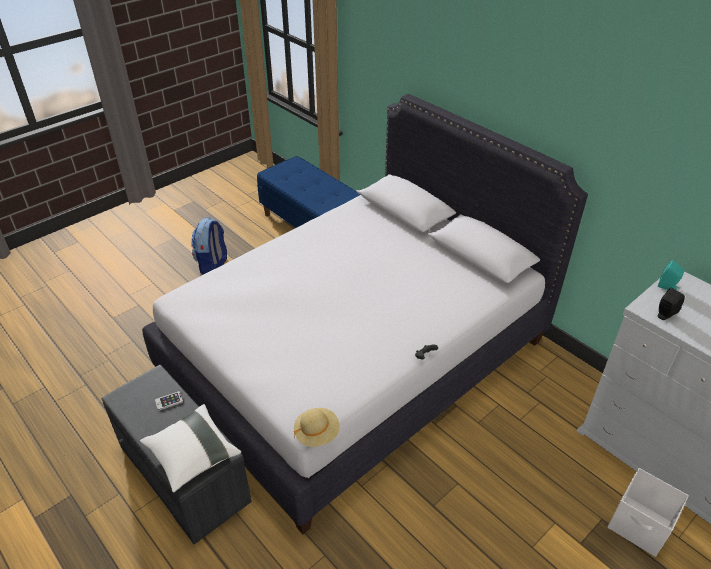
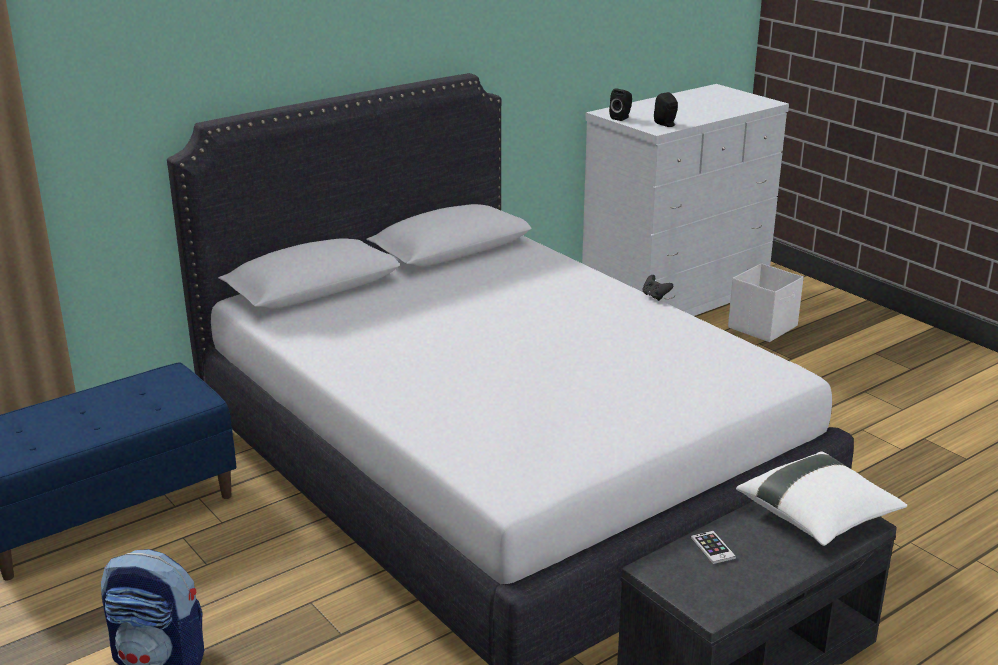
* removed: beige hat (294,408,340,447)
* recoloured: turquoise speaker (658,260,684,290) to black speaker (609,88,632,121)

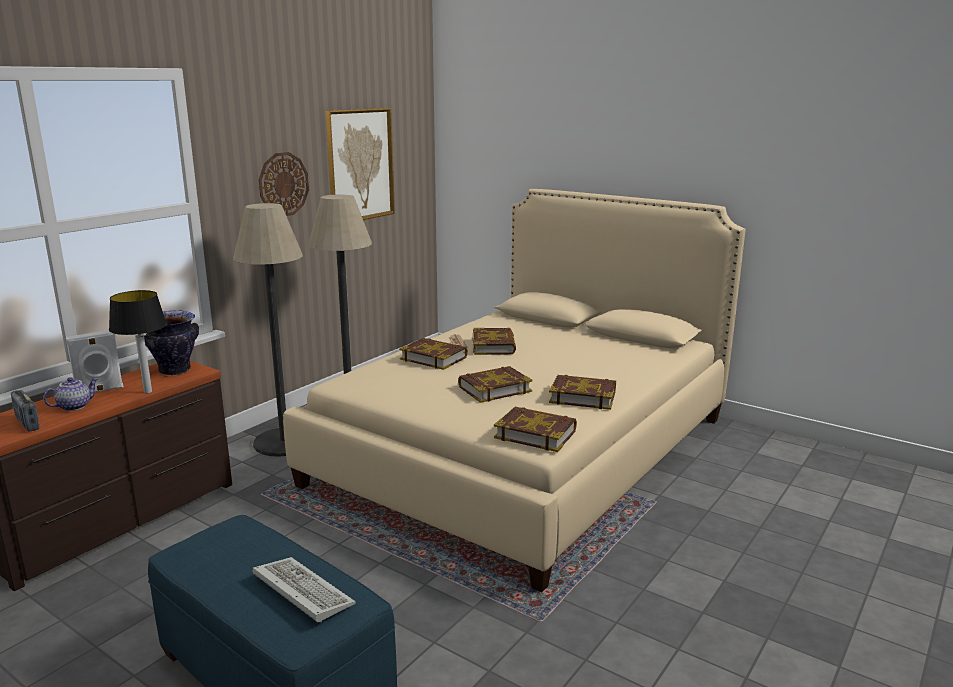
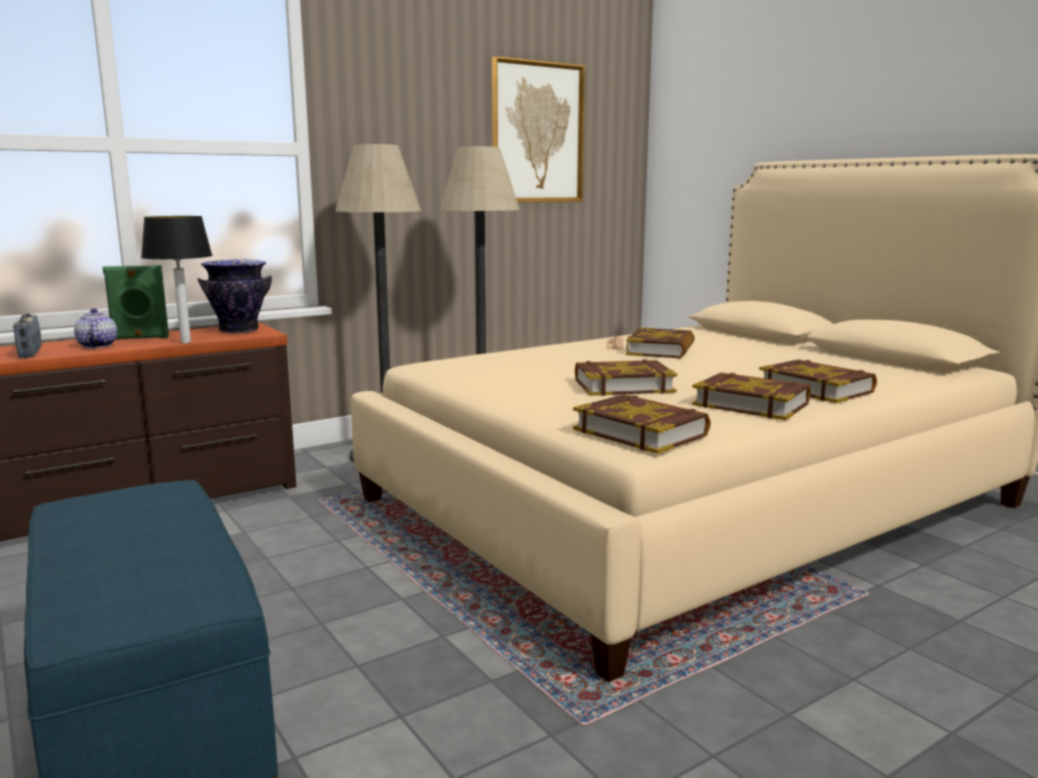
* removed: keyboard (252,557,356,622)
* removed: wall clock (259,152,309,216)
* moved: book (399,338,468,370) to (759,359,877,403)
* recoloured: white speaker (66,330,124,392) to green speaker (103,265,169,340)
* turned: teapot (43,377,98,411) = (74,308,117,348) 90 degrees counterclockwise

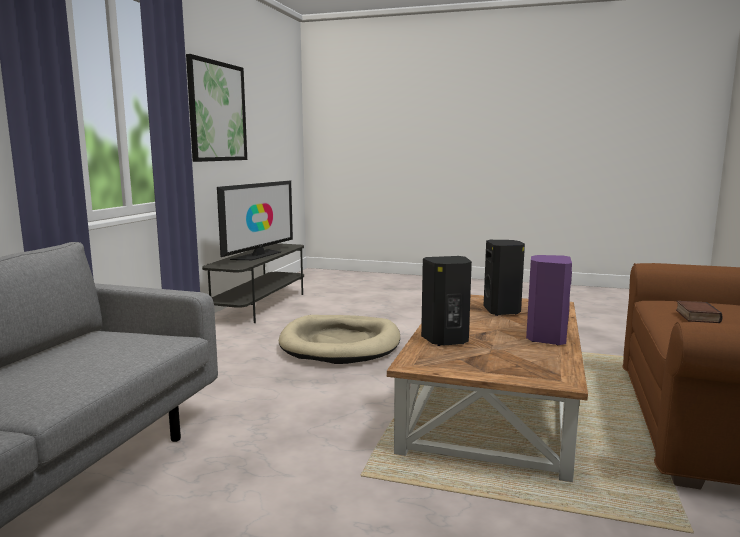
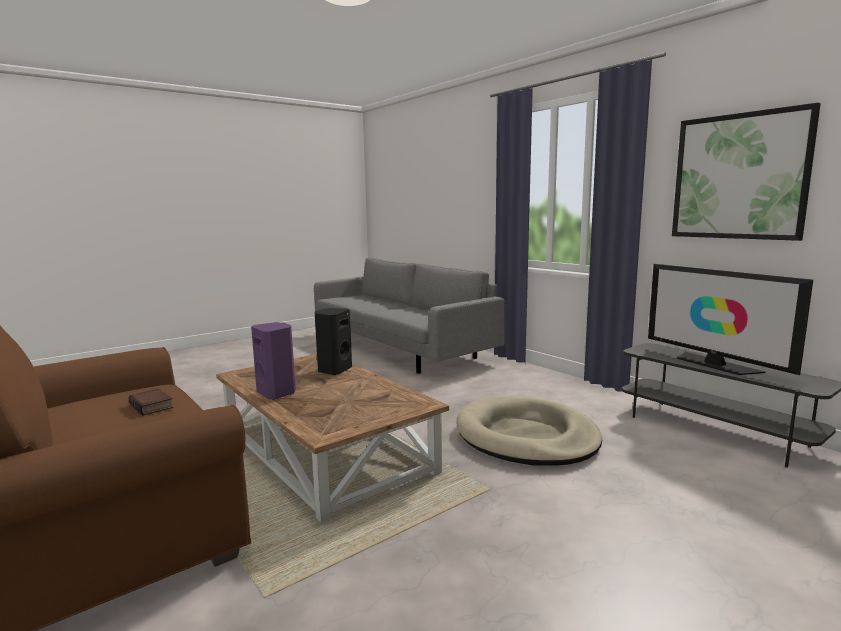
* removed: black speaker (483,240,525,316)

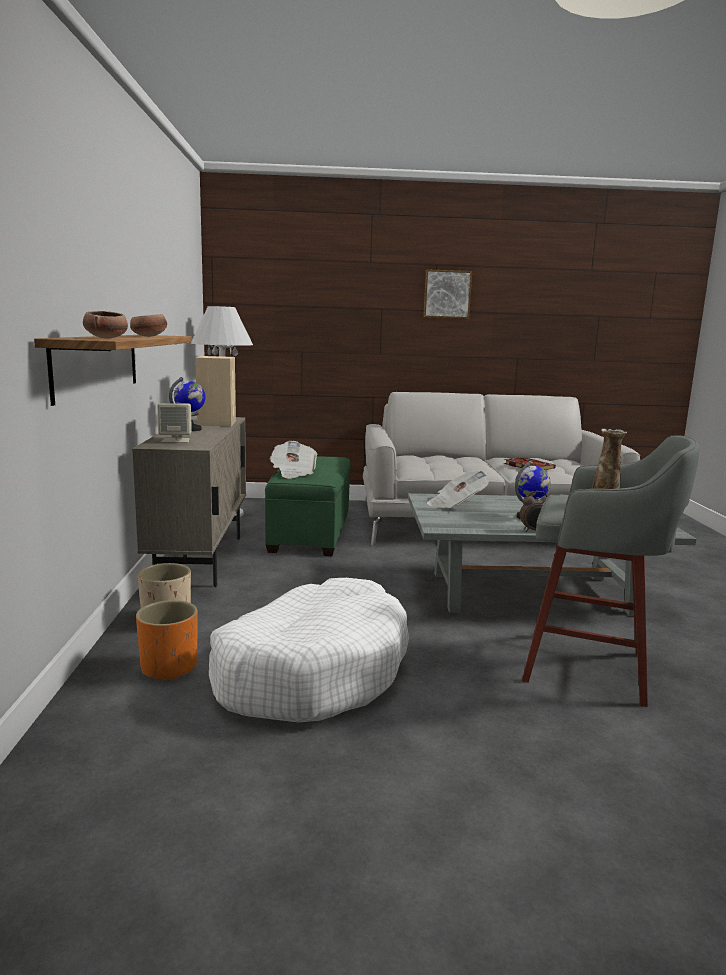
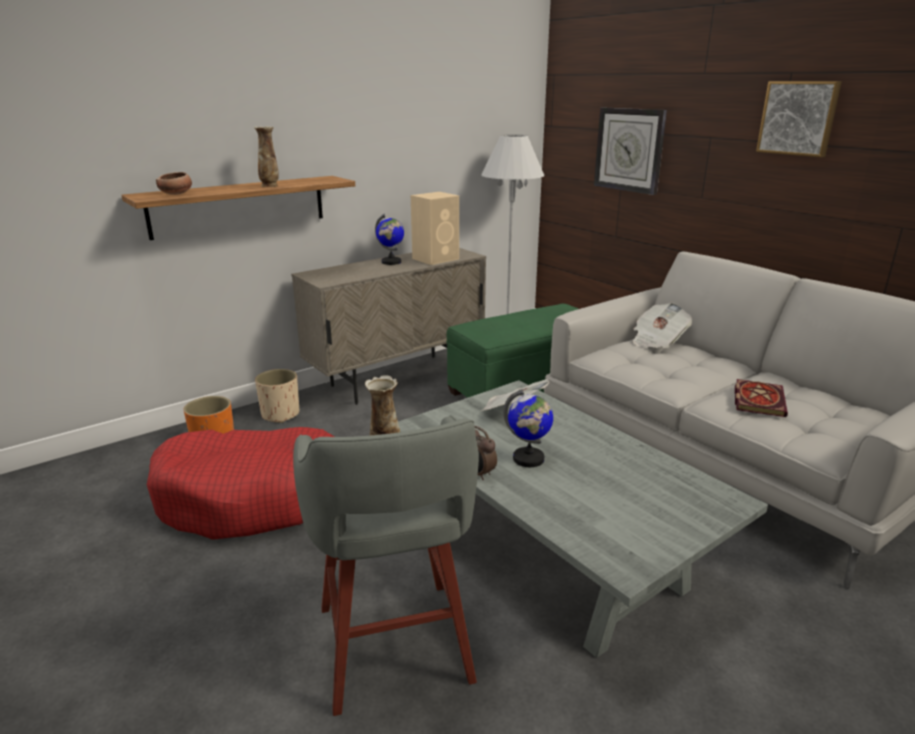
* removed: beige speaker (157,403,192,443)
* added: wall clock (594,107,667,195)
* moved: newspaper (270,441,317,479) to (633,303,692,348)
* replaced: bowl (130,314,167,337) to vase (254,126,279,187)
* recoloured: white dog bed (209,578,409,722) to red dog bed (147,427,334,540)

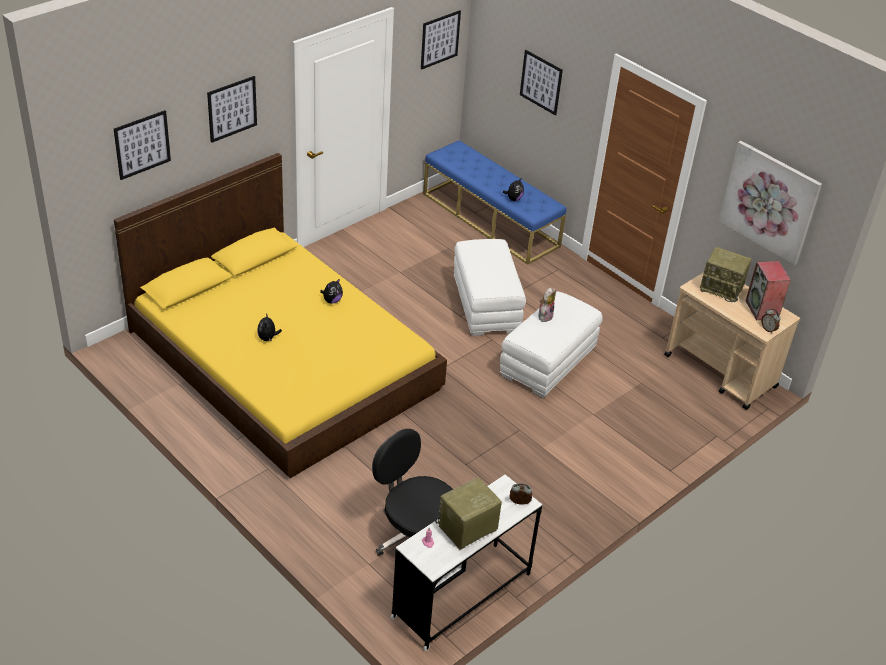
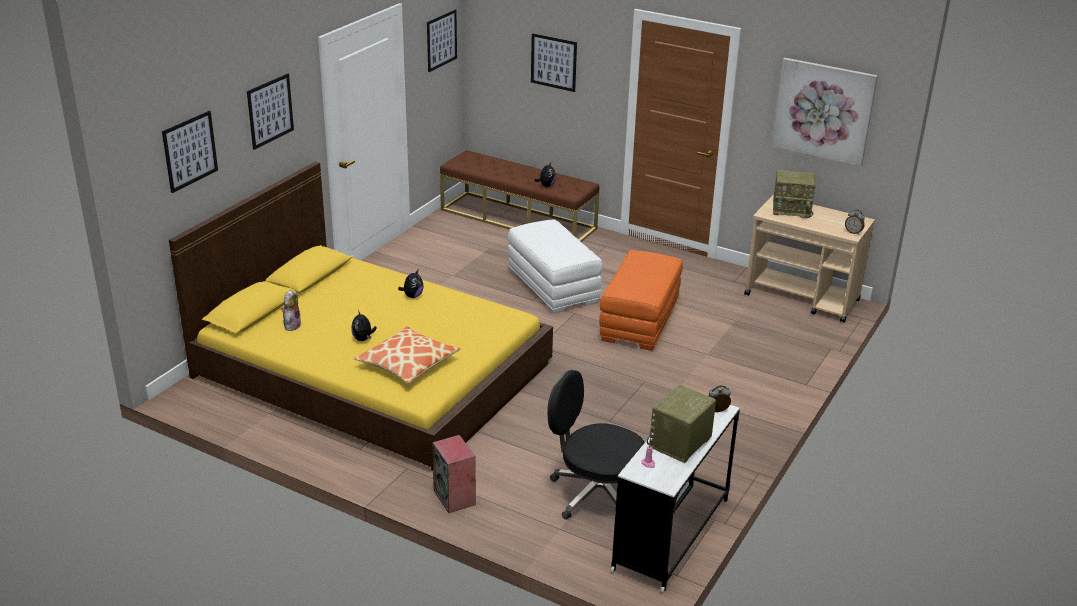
* added: pillow (354,326,460,384)
* moved: plush toy (538,288,556,322) to (281,289,301,331)
* moved: speaker (745,261,791,320) to (432,435,476,513)
* recoloured: blue bench (423,140,567,265) to brown bench (440,150,599,242)
* recoloured: white ottoman (500,291,603,398) to orange ottoman (599,250,683,351)

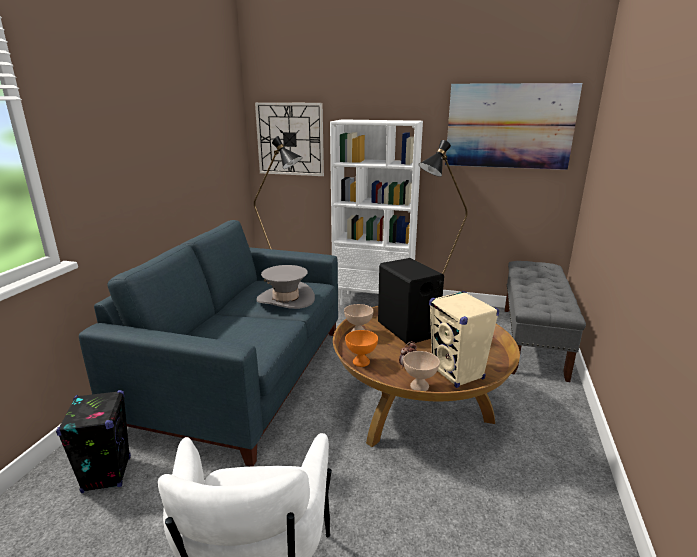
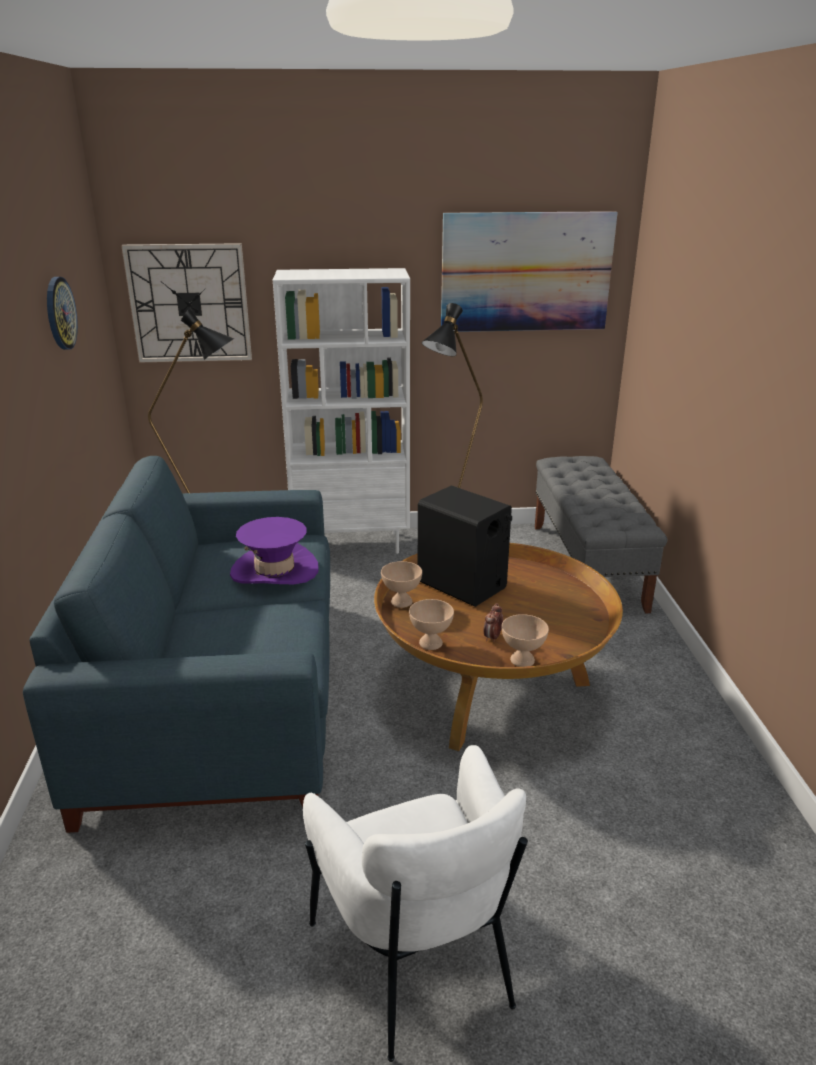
* removed: black speaker (56,390,131,493)
* removed: beige speaker (429,291,499,388)
* added: wall clock (47,277,78,350)
* recoloured: grey hat (256,265,315,309) to purple hat (230,517,319,584)
* recoloured: orange bowl (345,330,378,367) to beige bowl (409,599,454,650)

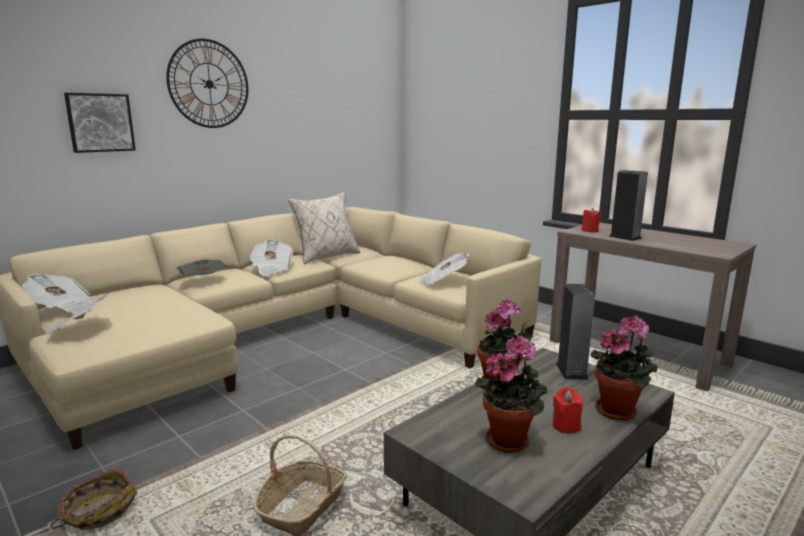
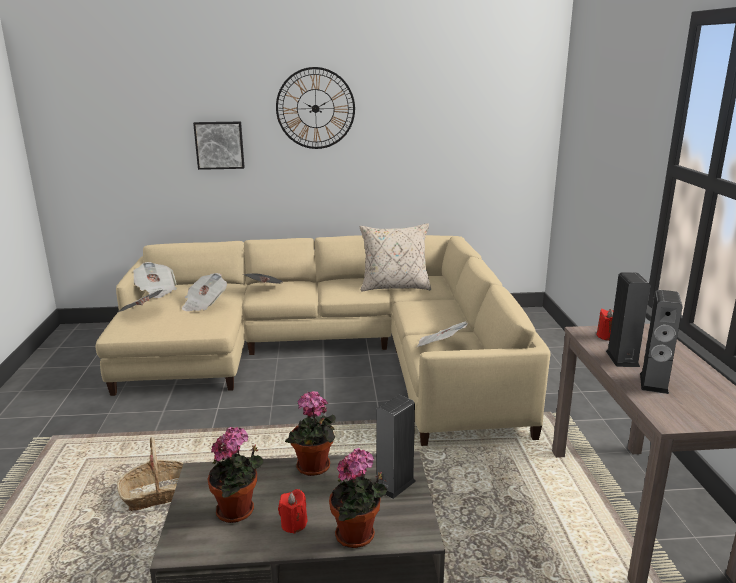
* removed: basket (50,469,138,530)
* added: speaker (640,290,683,394)
* moved: newspaper (249,240,293,276) to (182,273,227,311)

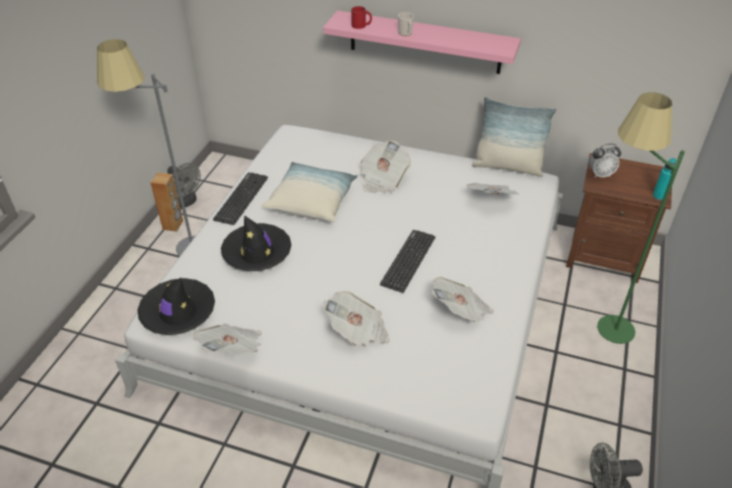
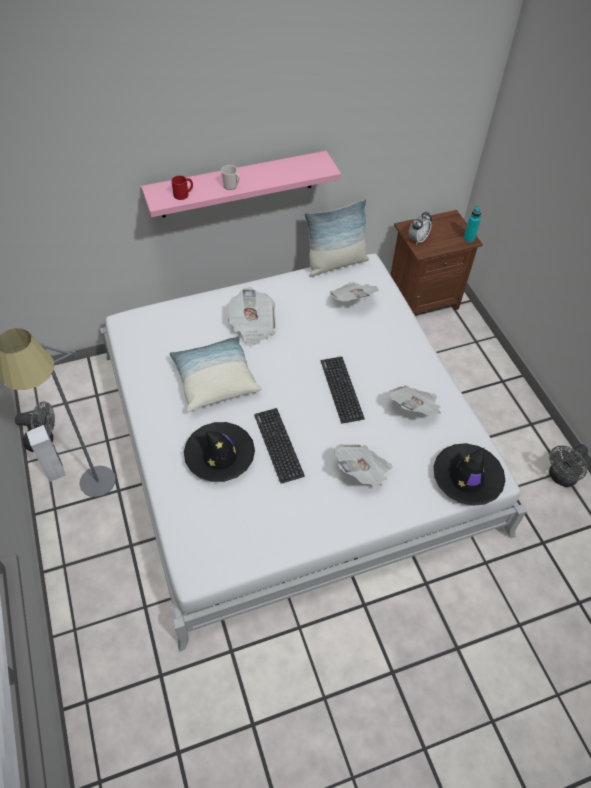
* removed: newspaper (193,324,262,355)
* removed: green floor lamp (597,92,685,344)
* moved: black hat (137,278,215,335) to (433,443,505,506)
* moved: keyboard (213,172,268,225) to (254,408,305,484)
* recoloured: brown speaker (151,173,183,232) to white speaker (26,425,66,482)

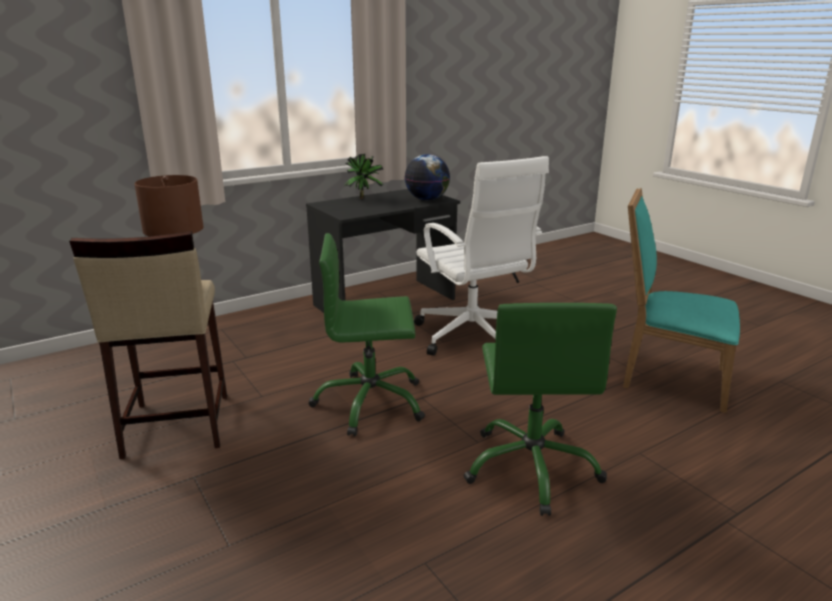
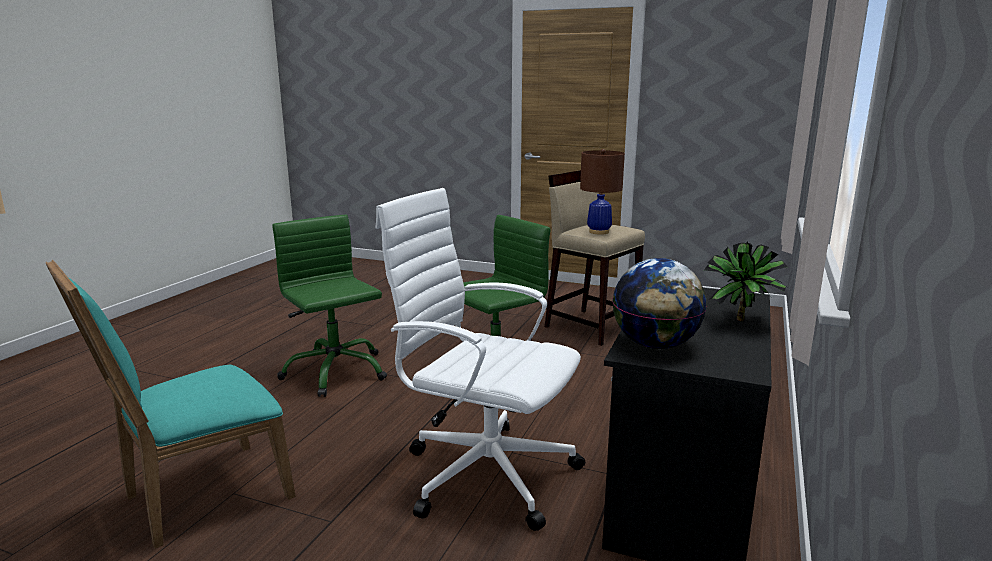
* turned: turquoise chair (623,188,740,413) = (45,260,296,548) 150 degrees clockwise

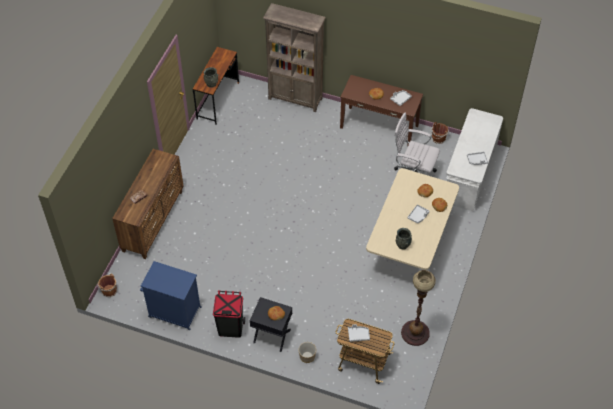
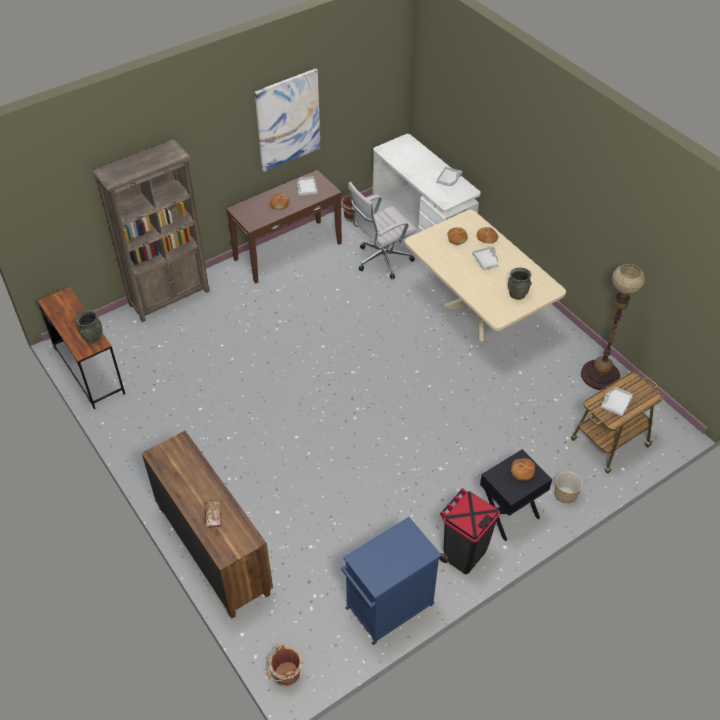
* added: picture (255,68,321,172)

